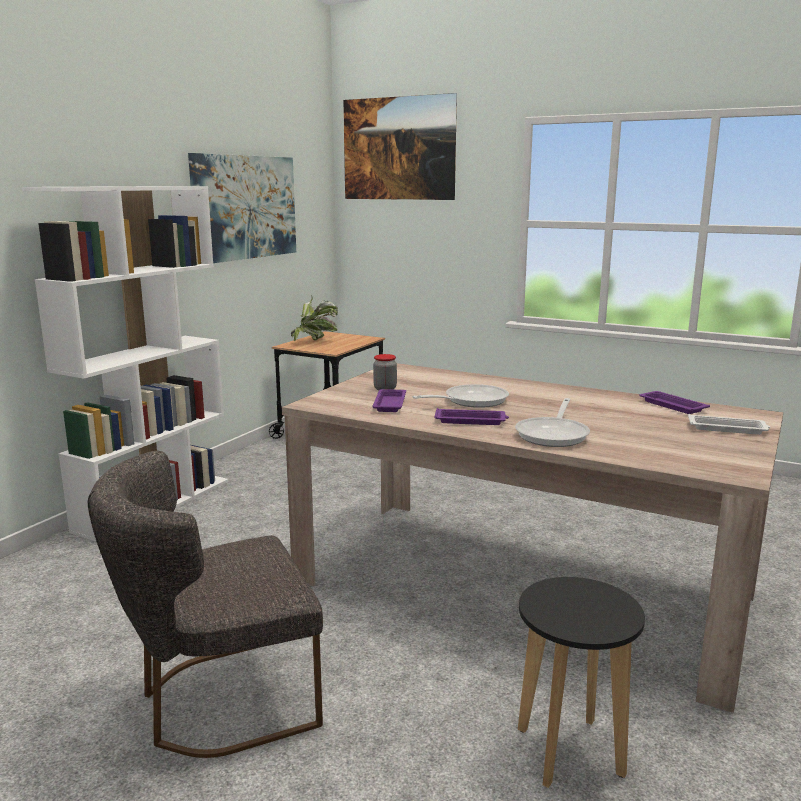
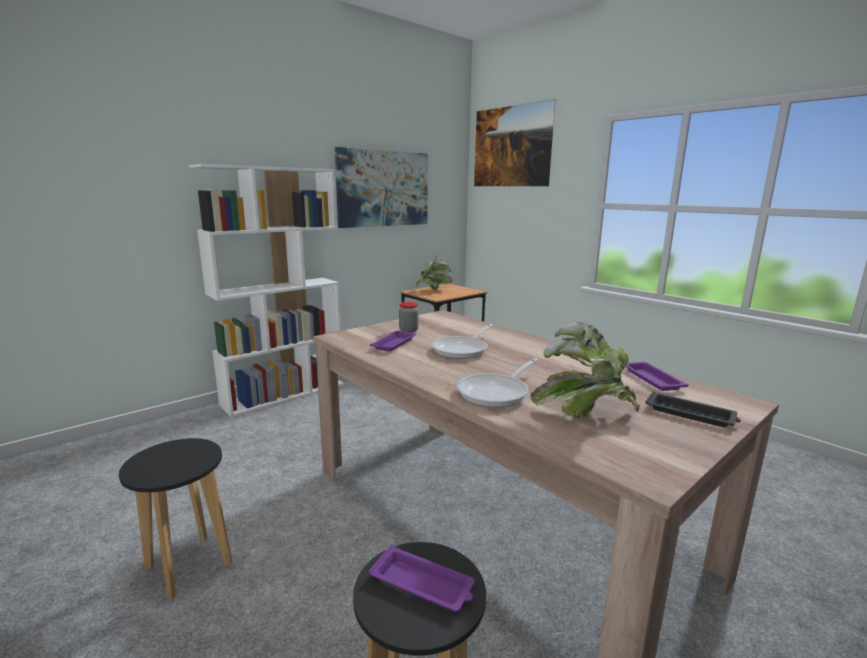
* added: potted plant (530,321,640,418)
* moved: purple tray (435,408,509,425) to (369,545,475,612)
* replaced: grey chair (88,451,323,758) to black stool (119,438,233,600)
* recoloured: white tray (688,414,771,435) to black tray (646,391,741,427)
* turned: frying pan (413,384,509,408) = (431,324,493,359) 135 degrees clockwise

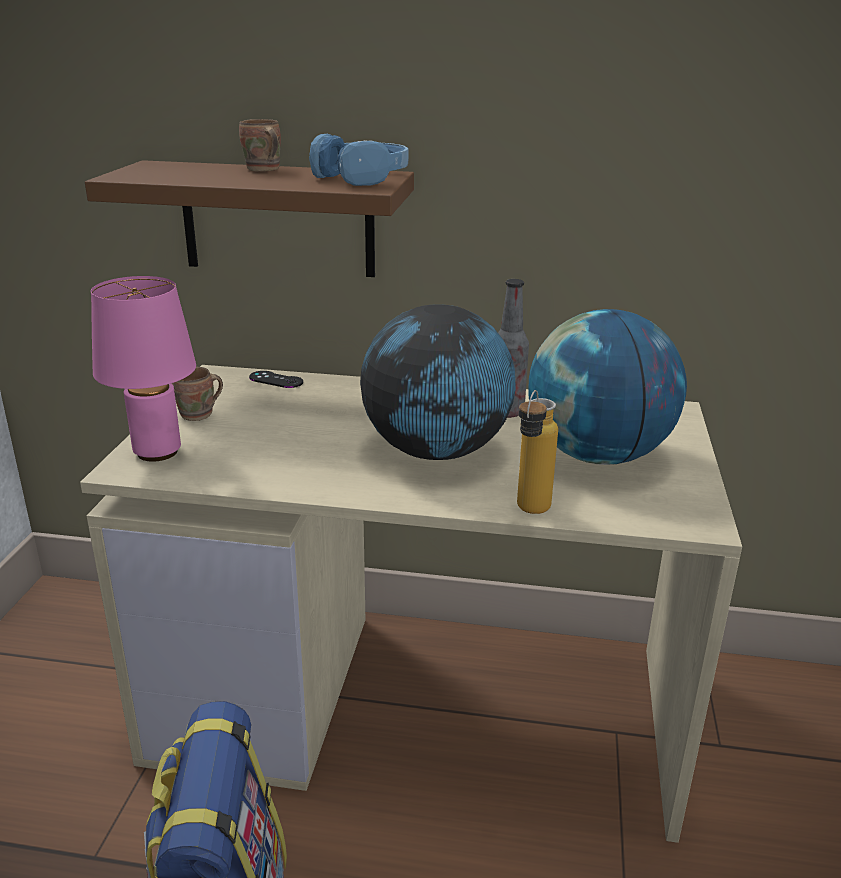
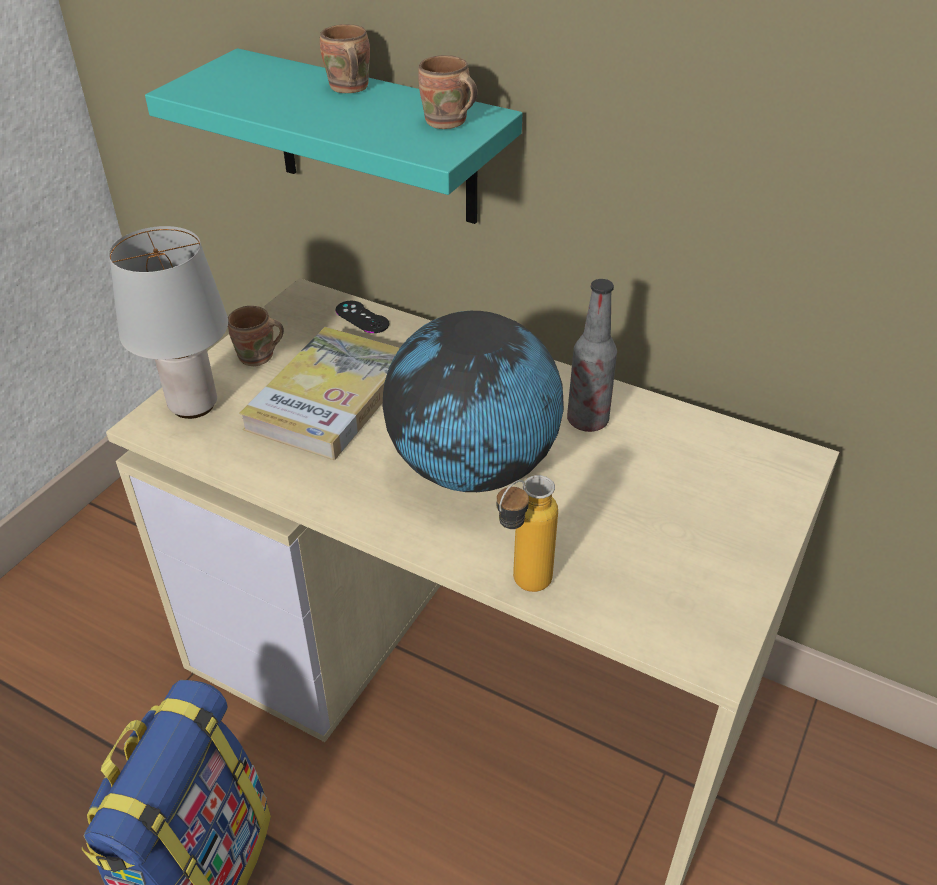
* removed: globe (529,309,687,465)
* added: book (239,327,400,460)
* replaced: blue headphones (309,134,408,186) to brown mug (418,55,477,129)
* recoloured: brown shelf (85,160,414,277) to turquoise shelf (145,48,523,224)
* recoloured: pink table lamp (91,276,196,462) to grey table lamp (109,226,228,419)

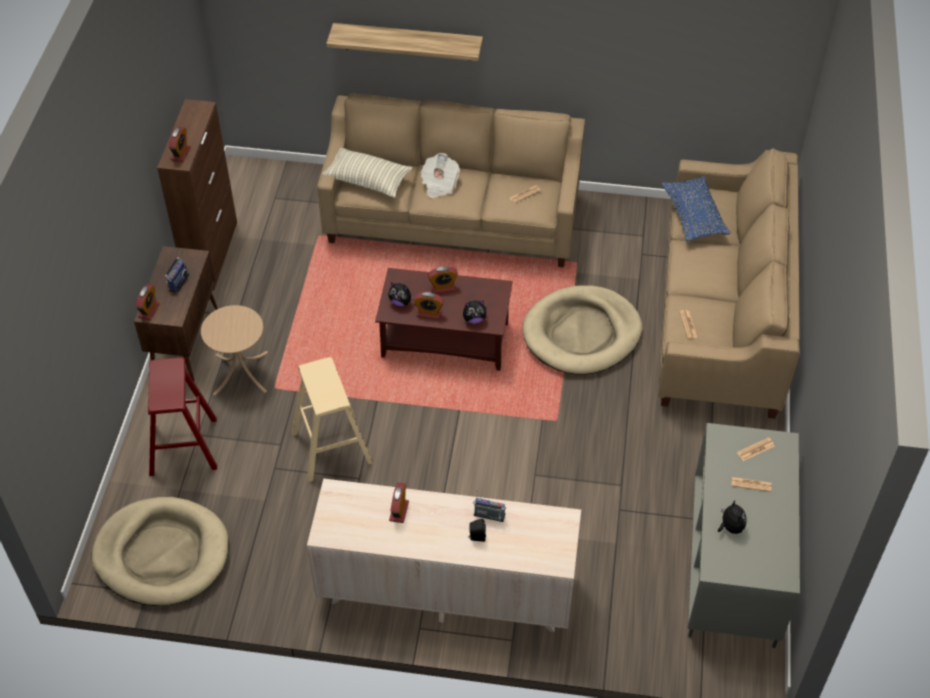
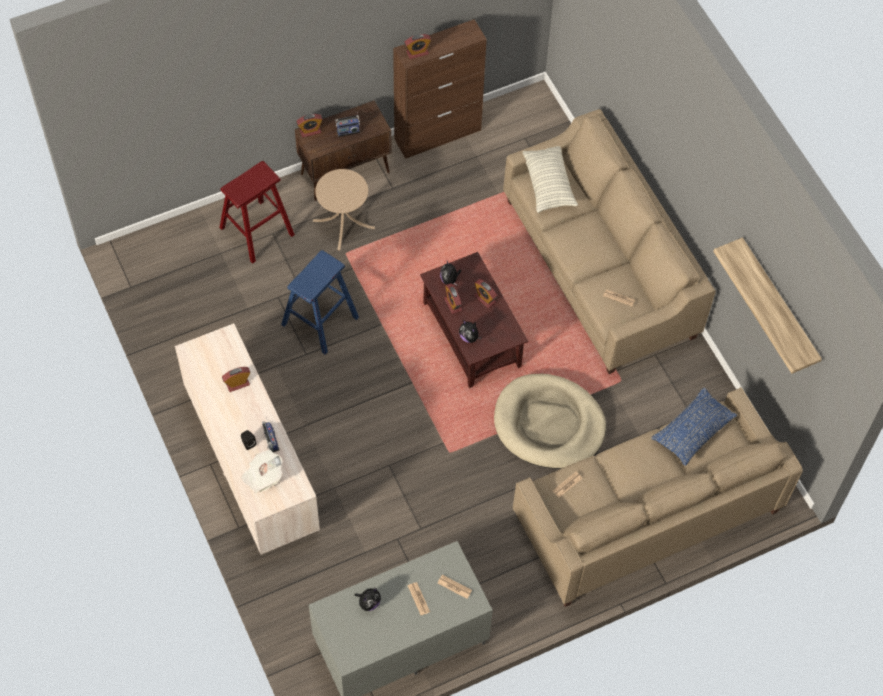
* removed: beige dog bed (91,497,228,606)
* moved: shelf (326,23,483,61) to (713,238,822,374)
* moved: newspaper (420,153,460,198) to (241,450,283,494)
* recoloured: beige stool (291,357,373,482) to blue stool (281,250,359,355)

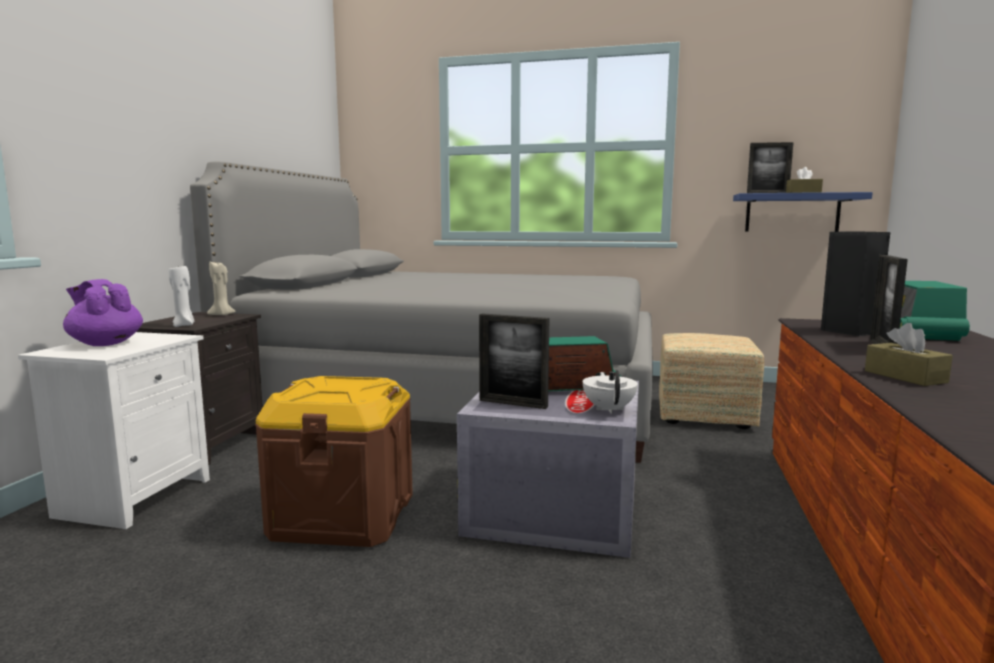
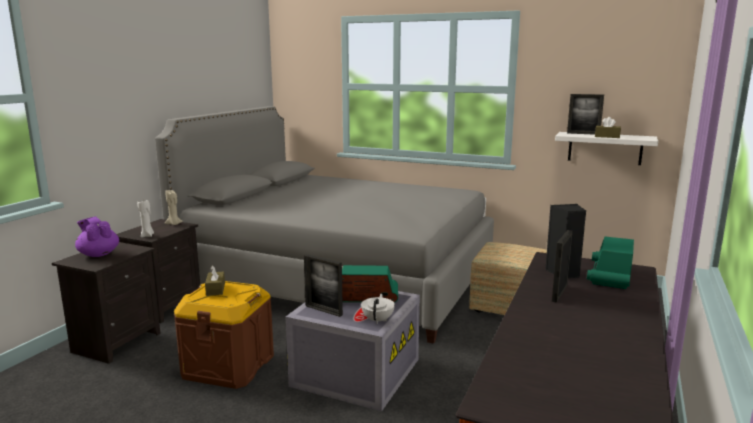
* moved: brown tissue box (865,323,953,386) to (205,265,225,296)
* recoloured: white nightstand (18,332,210,529) to black nightstand (52,242,161,364)
* recoloured: blue shelf (733,192,873,232) to white shelf (555,132,658,165)

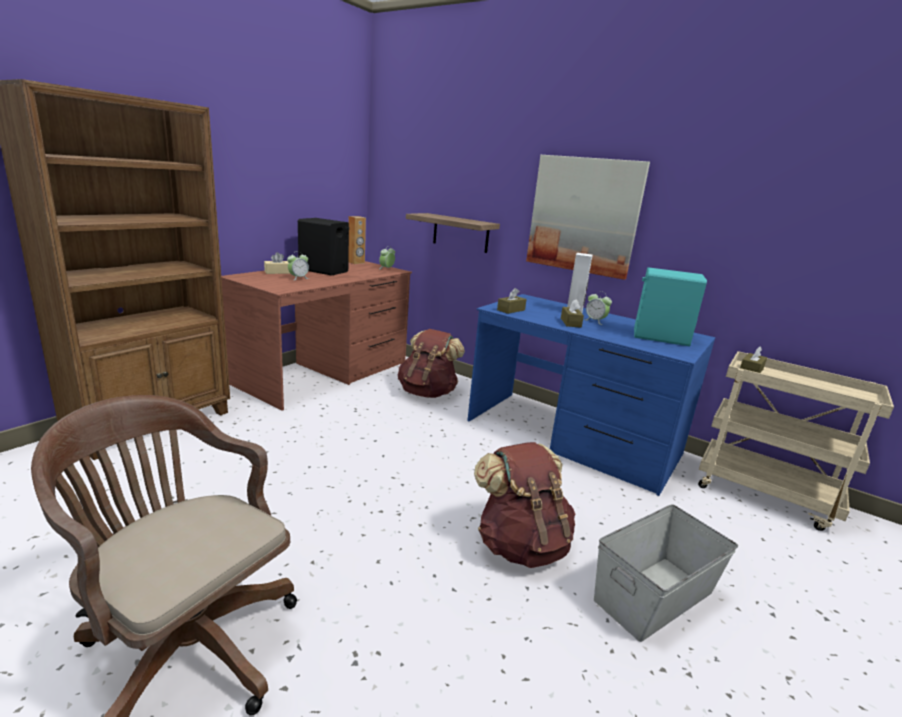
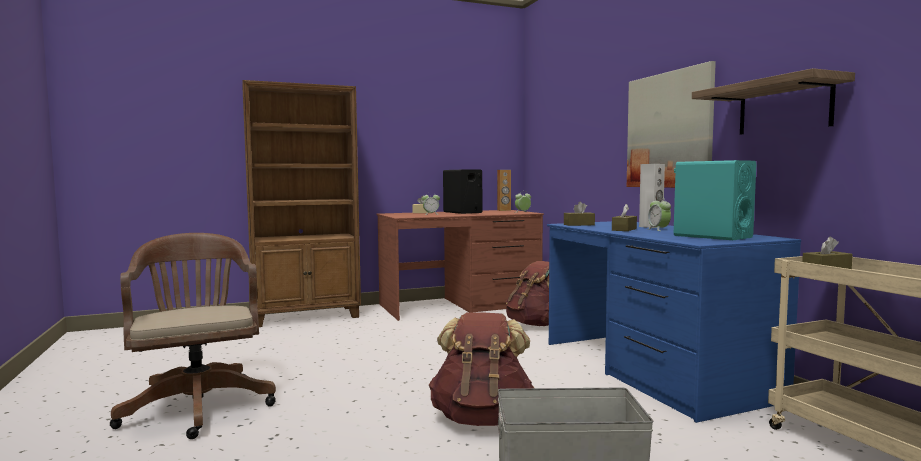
* moved: shelf (406,213,500,253) to (692,68,855,135)

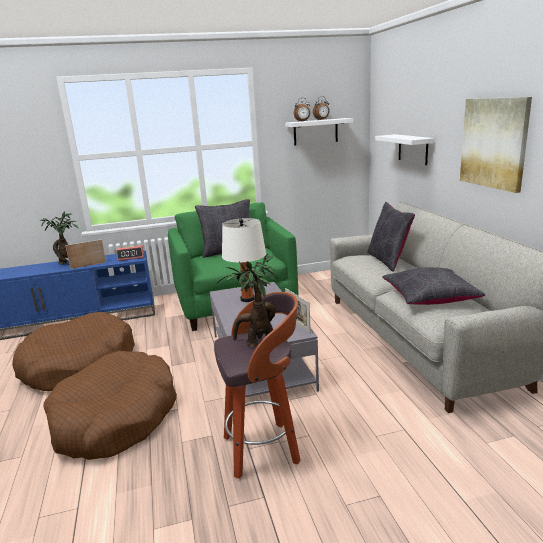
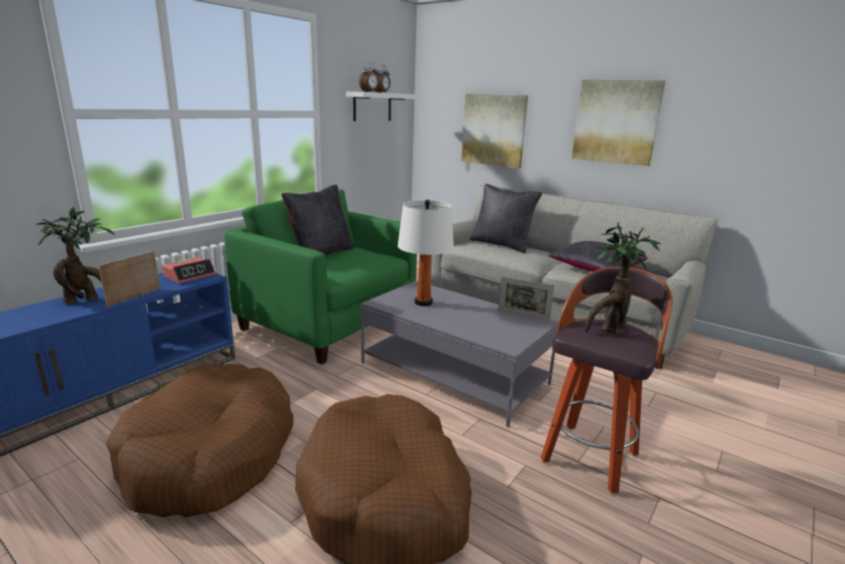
* replaced: white shelf (375,134,434,165) to picture (461,94,528,168)

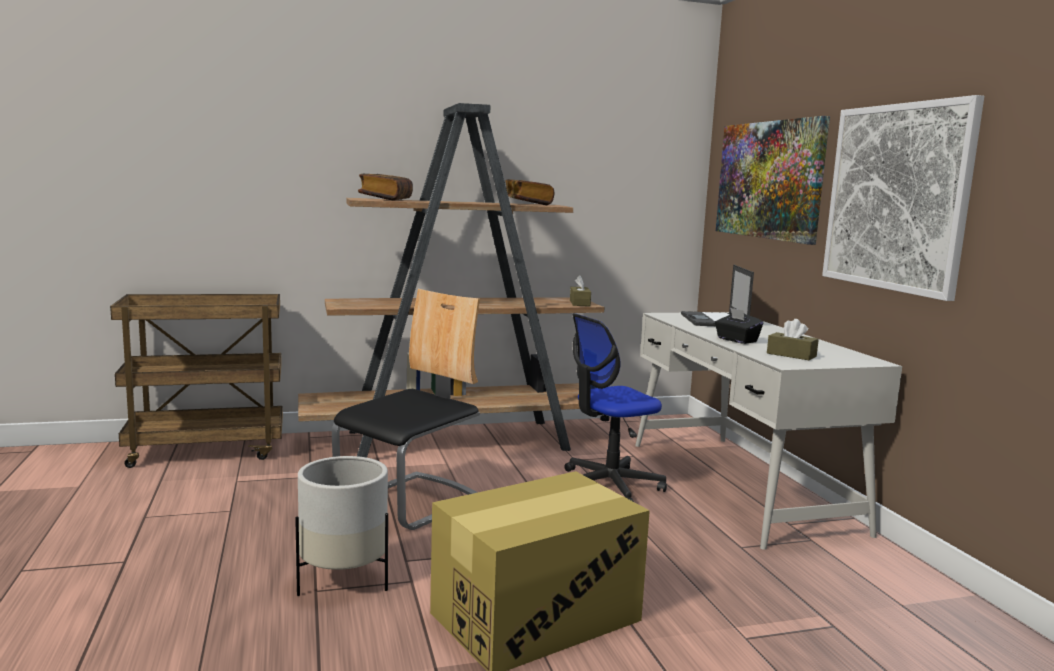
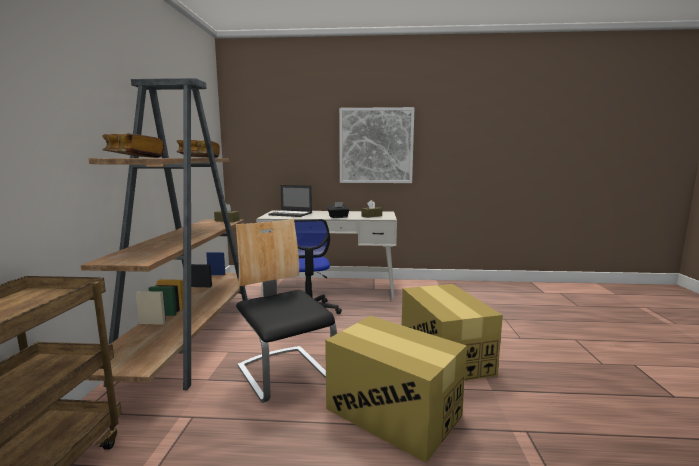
* removed: picture (716,116,830,245)
* replaced: white planter (295,456,388,596) to cardboard box (325,316,467,463)

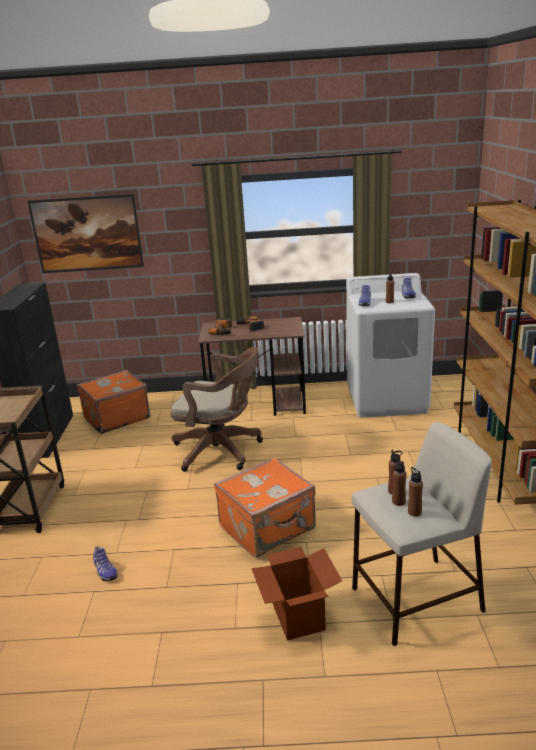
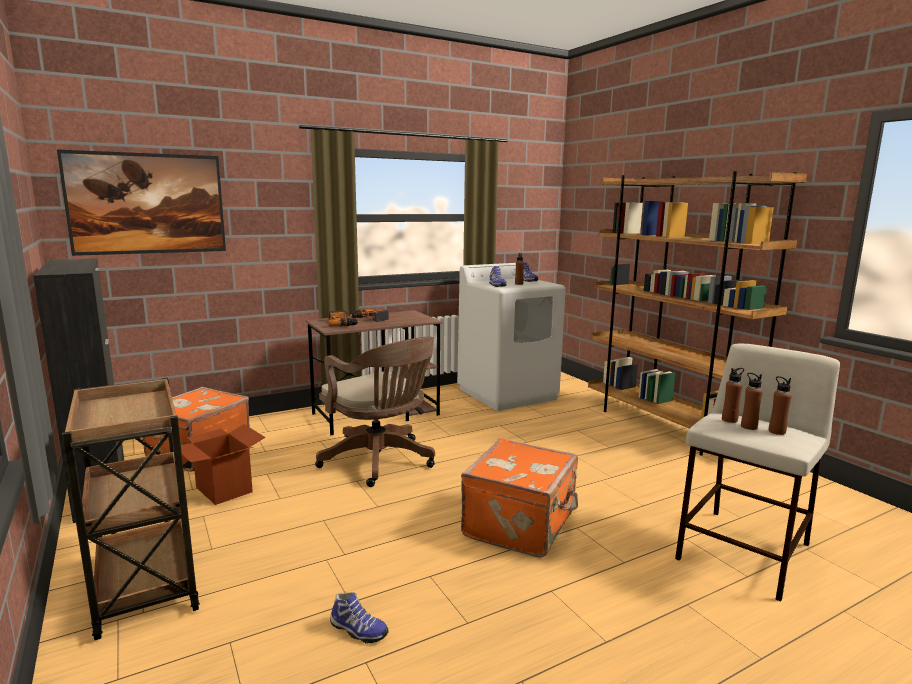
* moved: cardboard box (251,547,342,641) to (181,424,265,505)
* turned: brown office chair (171,347,263,472) = (315,337,435,487) 60 degrees clockwise

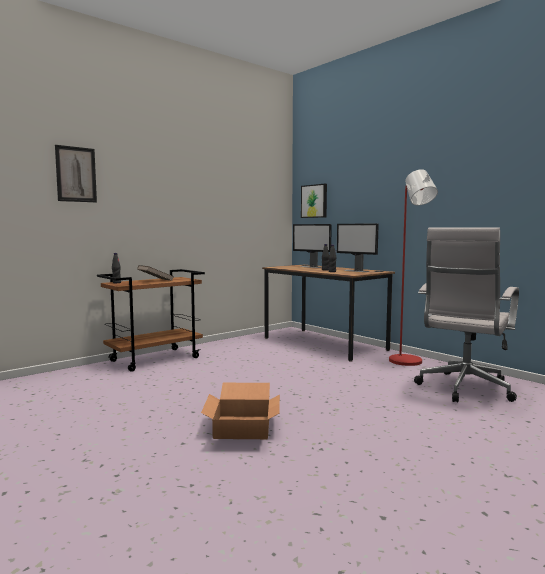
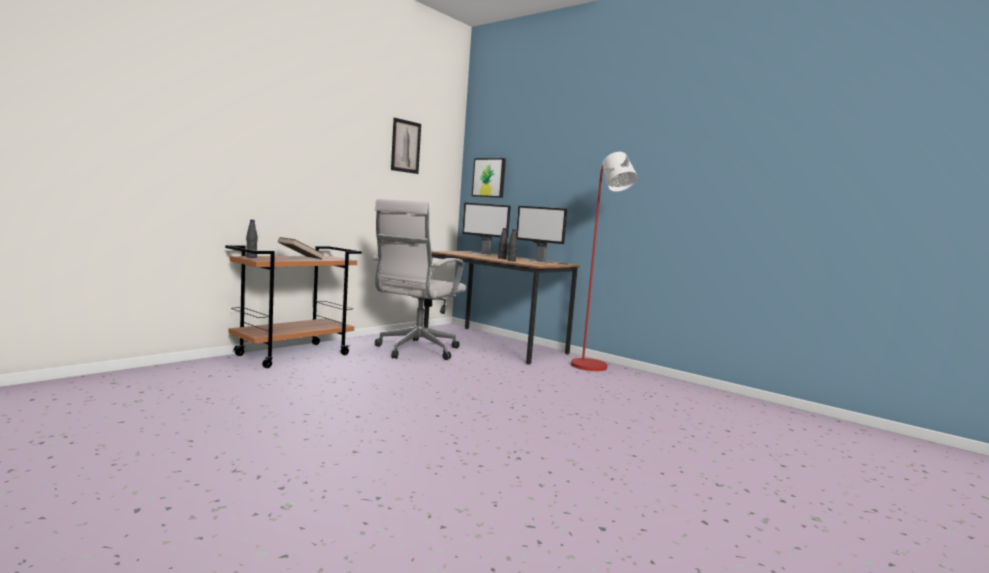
* removed: cardboard box (201,383,280,439)
* moved: picture (55,145,97,202) to (391,118,421,174)
* moved: white office chair (414,227,519,402) to (372,199,466,360)

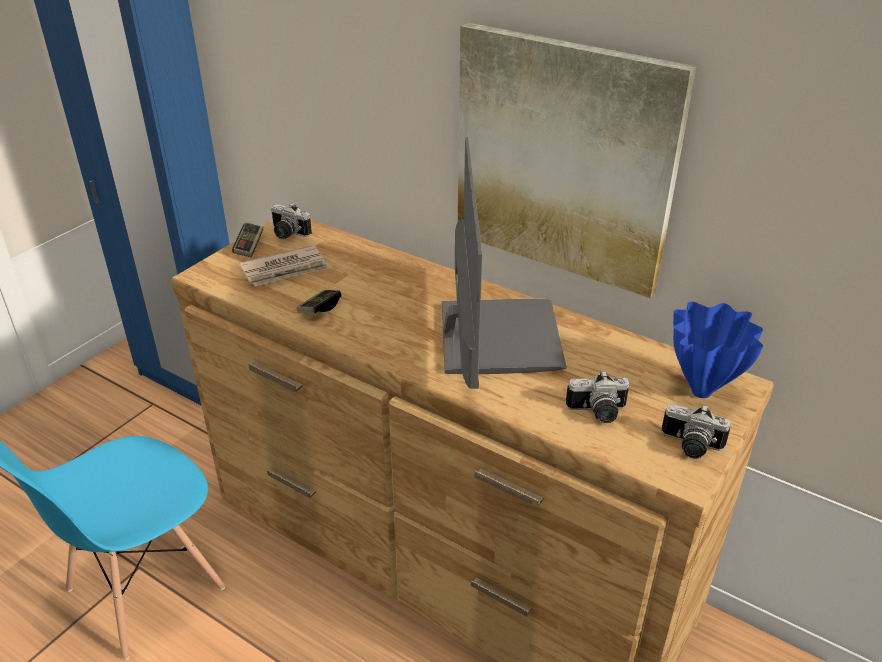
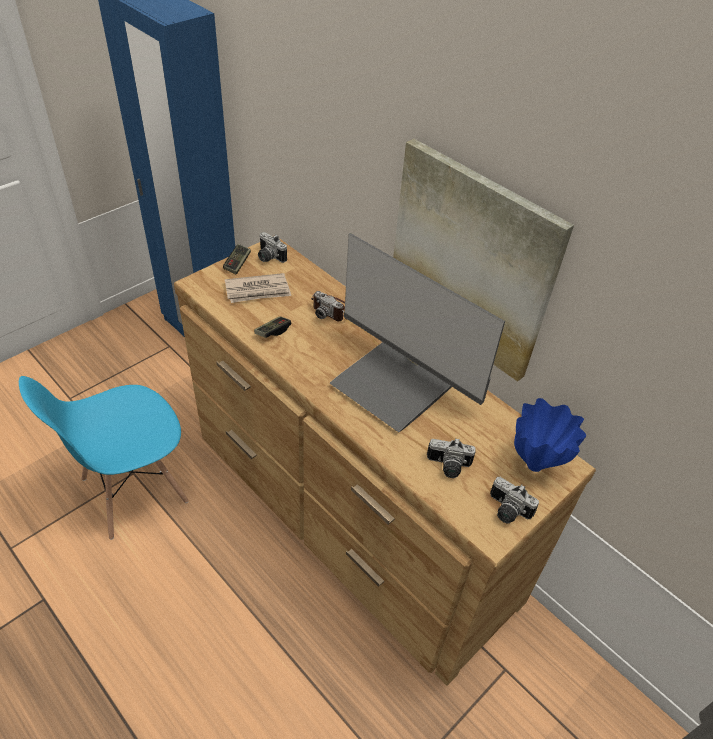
* added: photo camera (311,291,346,321)
* turned: monitor (442,137,567,389) = (330,233,505,432) 120 degrees clockwise

